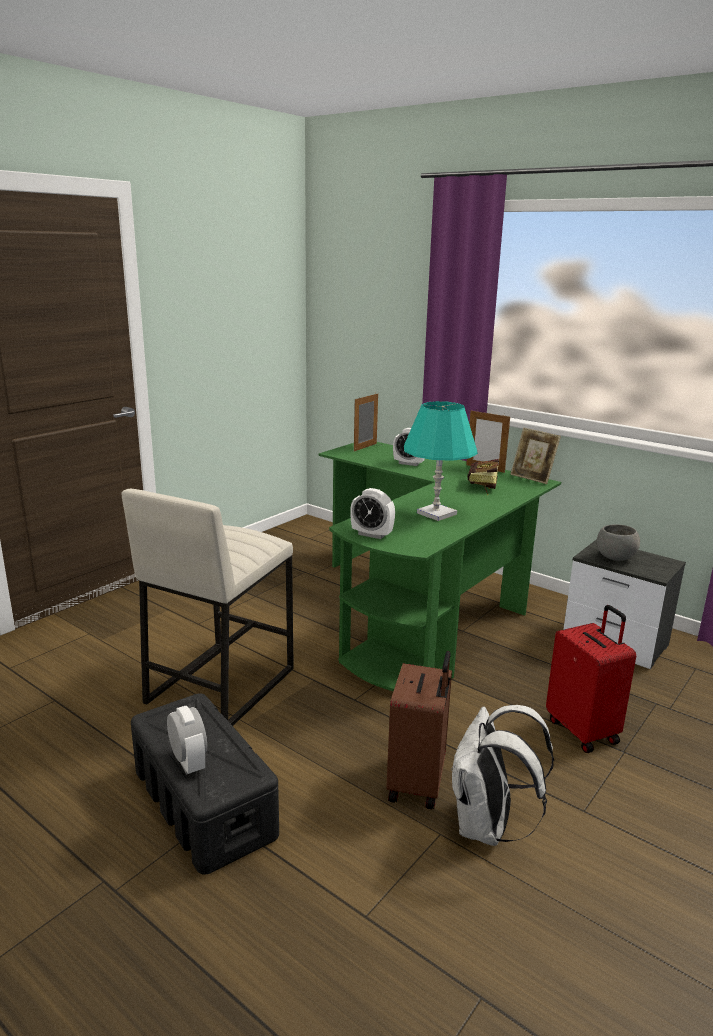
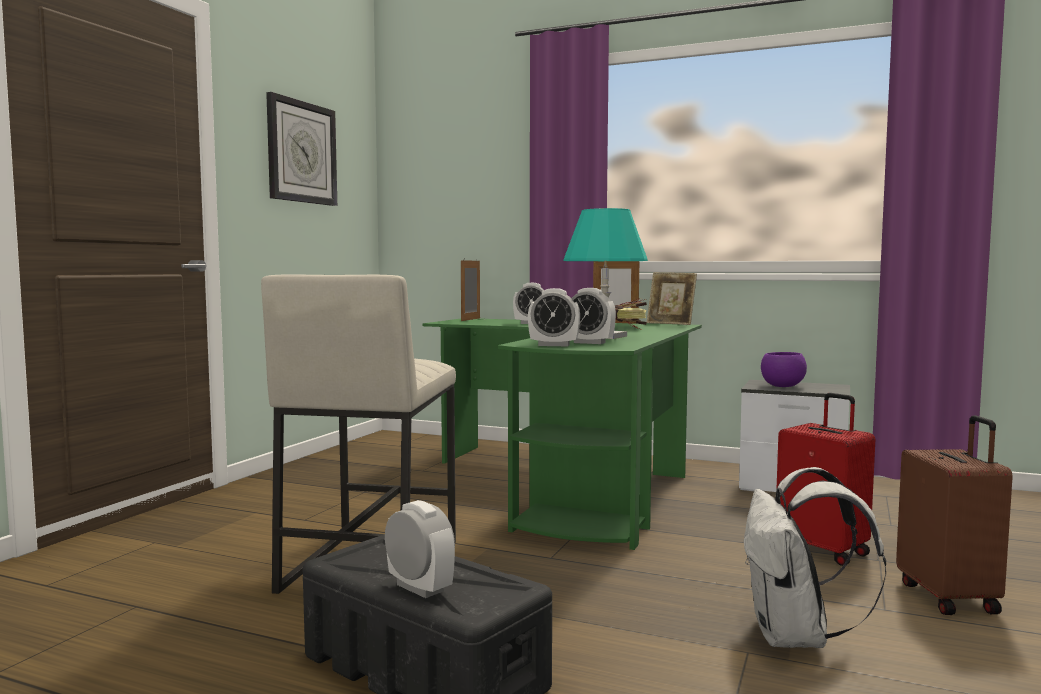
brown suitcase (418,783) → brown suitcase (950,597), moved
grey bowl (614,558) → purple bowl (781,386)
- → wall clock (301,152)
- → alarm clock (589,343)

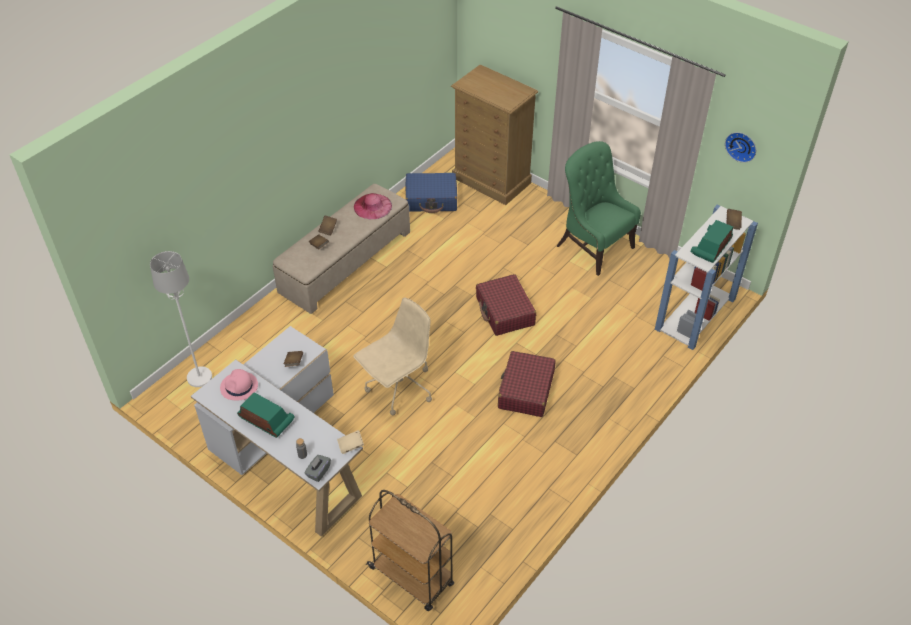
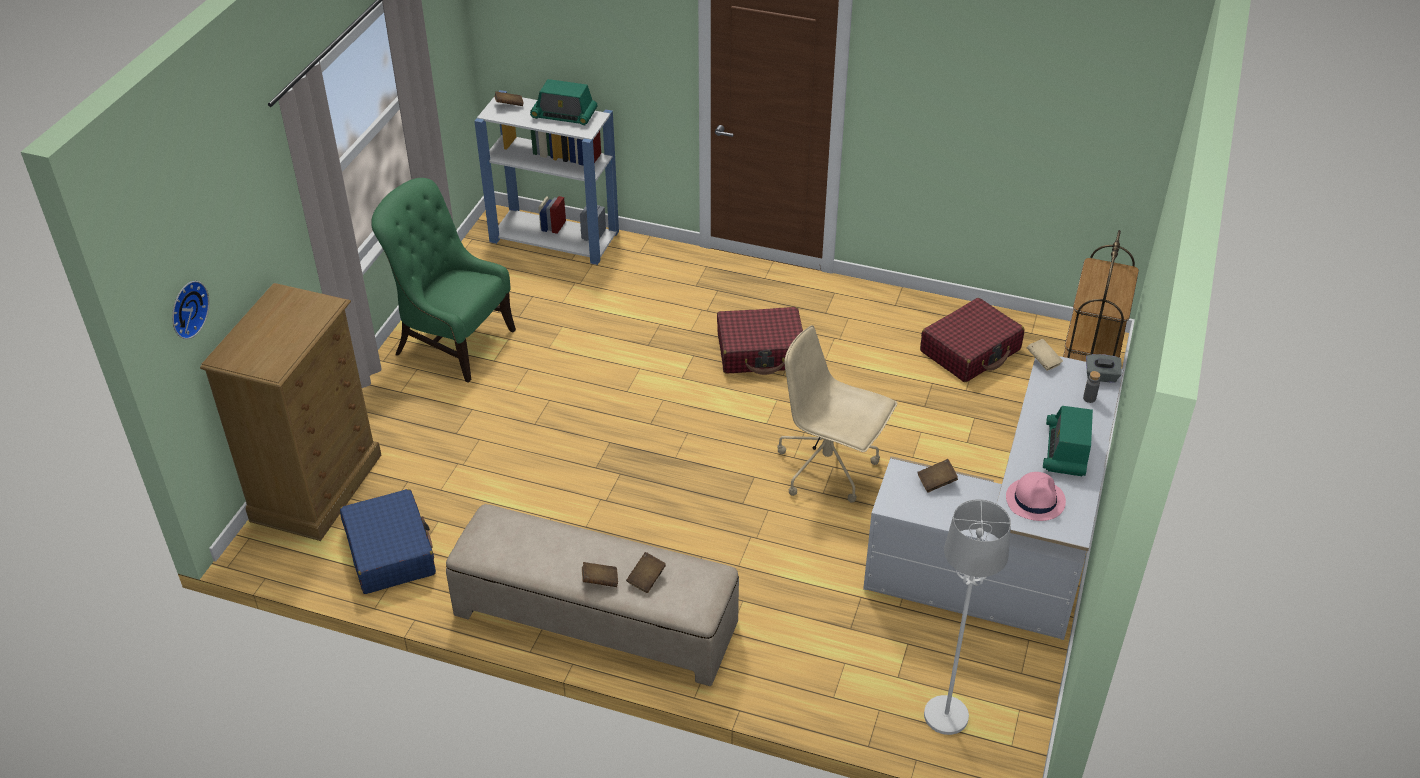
pink hat (372,206) → -
red suitcase (505,312) → red suitcase (970,351), moved
green chair (593,246) → green chair (453,342), 90 degrees clockwise
wall clock (741,146) → wall clock (186,309), moved

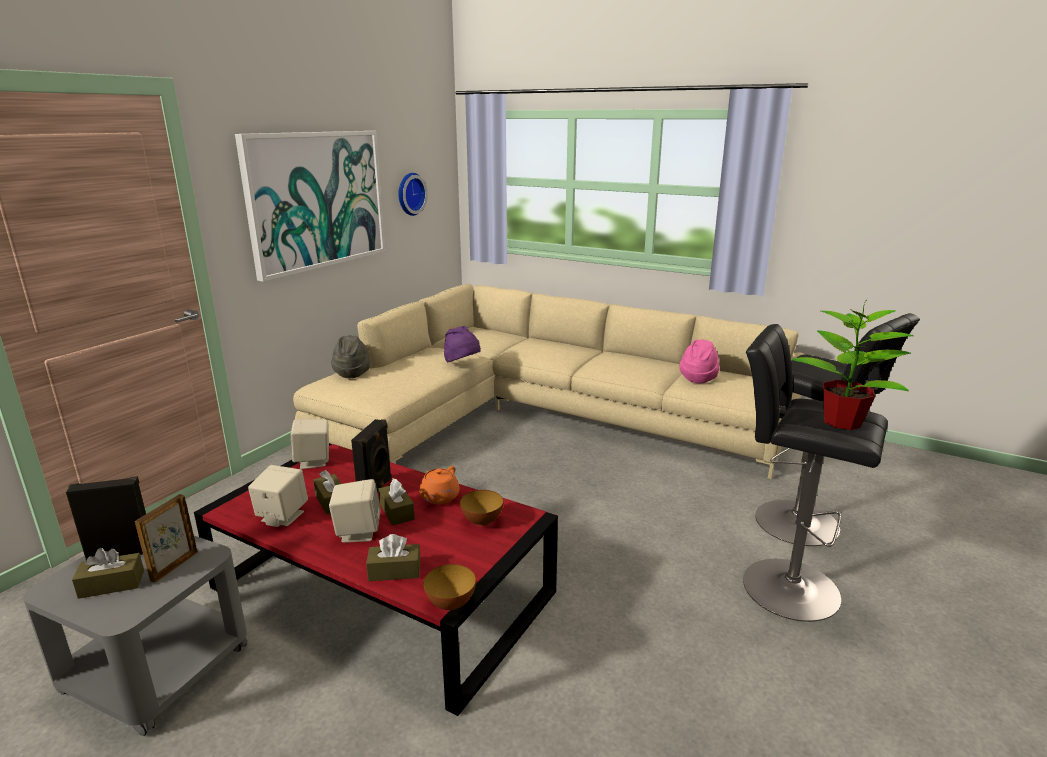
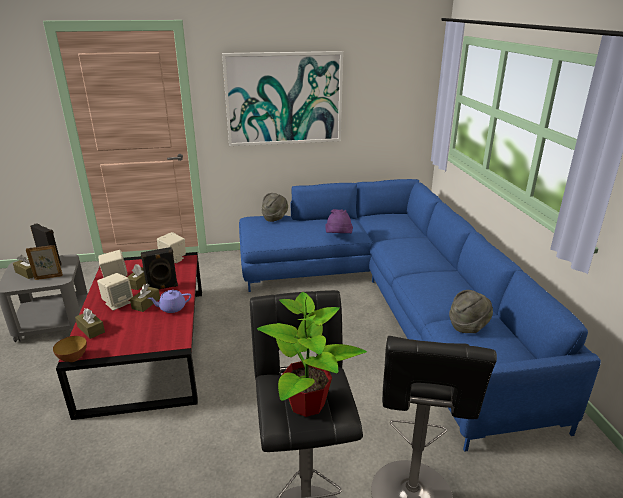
beige sofa (536,417) → blue sofa (387,299)
wall clock (409,194) → -
orange teapot (439,497) → purple teapot (172,308)
bowl (482,521) → -
pink hat (698,378) → grey hat (468,326)

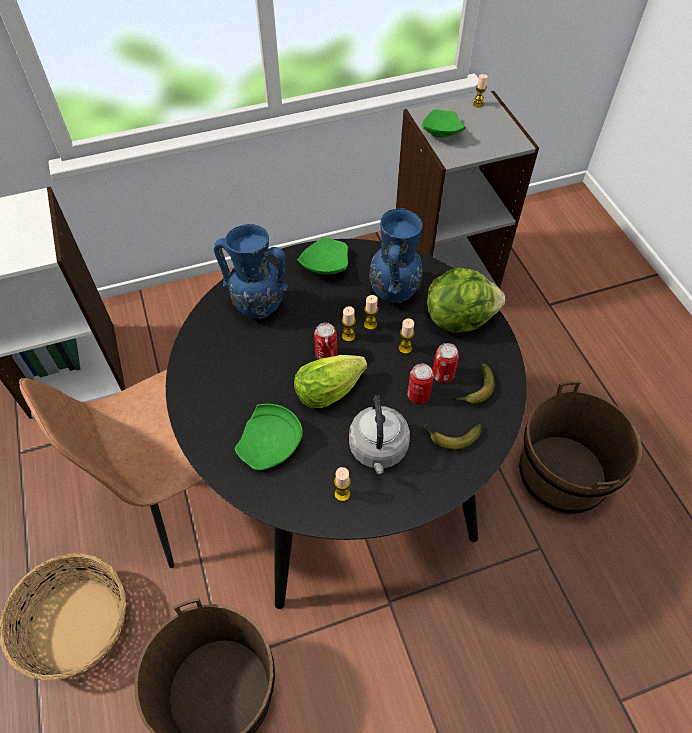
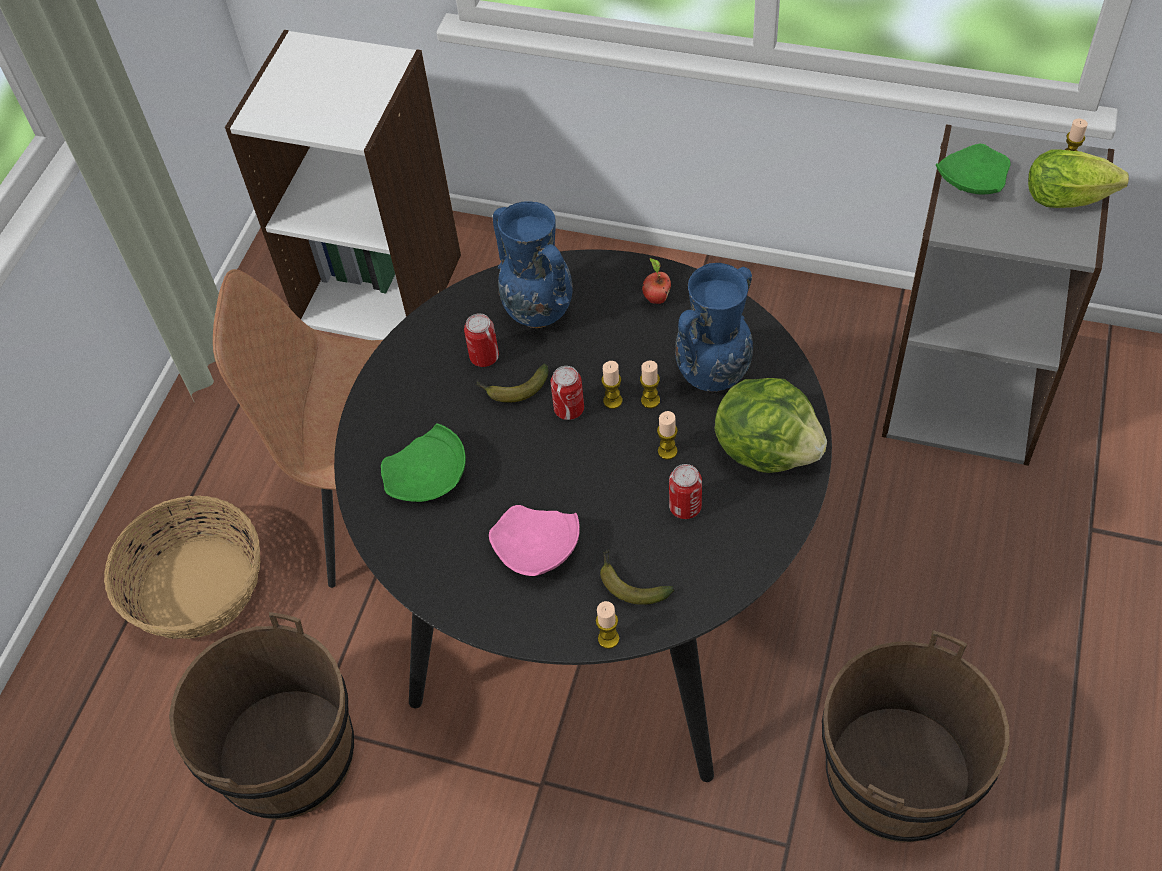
lettuce (332,389) → lettuce (1072,198), moved
green plate (324,266) → apple (656,298)
candle (342,494) → candle (608,639), moved
grey kettle (378,450) → pink plate (536,550)
can (418,395) → can (484,357), moved
banana (474,391) → banana (512,389), moved

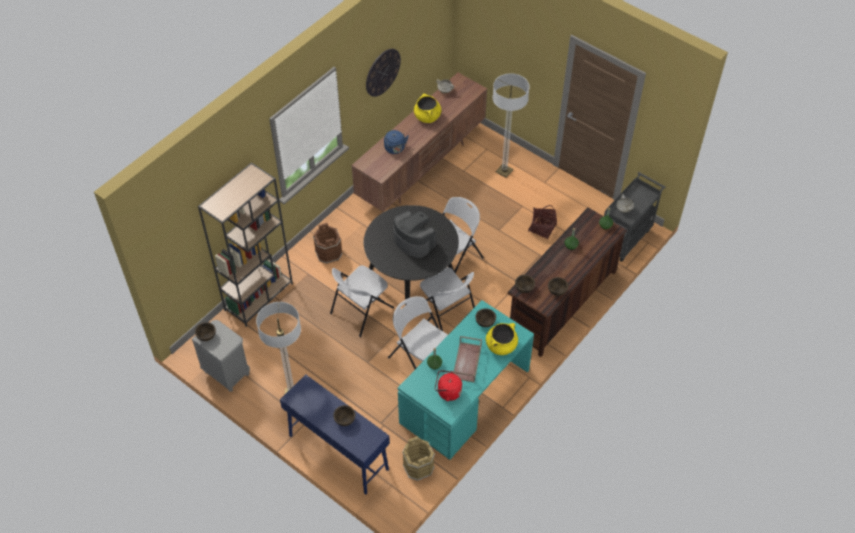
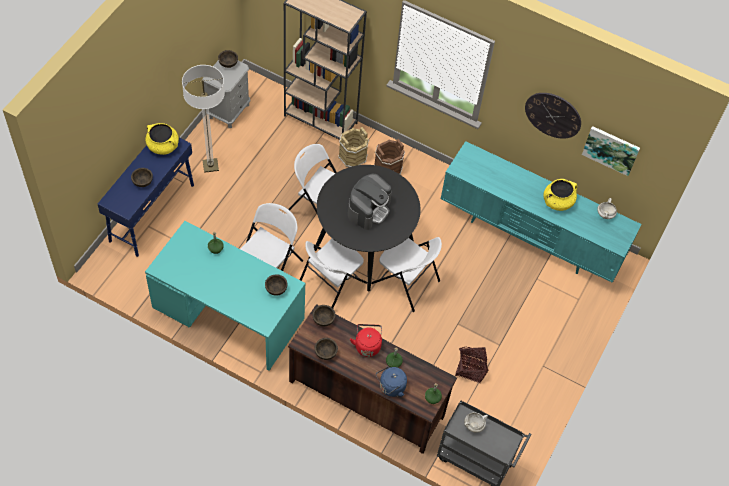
brown cabinet (421,166) → turquoise cabinet (531,236)
blue kettle (395,149) → blue kettle (391,387), moved
brown bucket (418,466) → brown bucket (353,157), moved
red kettle (447,392) → red kettle (367,345), moved
brown tray (467,362) → -
yellow cooking pot (501,345) → yellow cooking pot (163,146), moved
floor lamp (504,171) → -
- → picture (611,149)

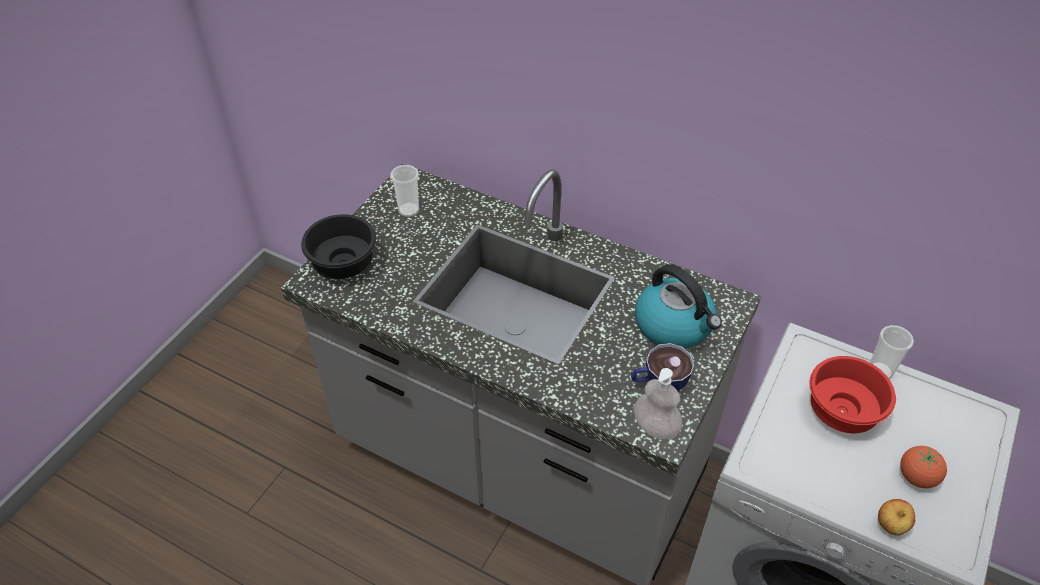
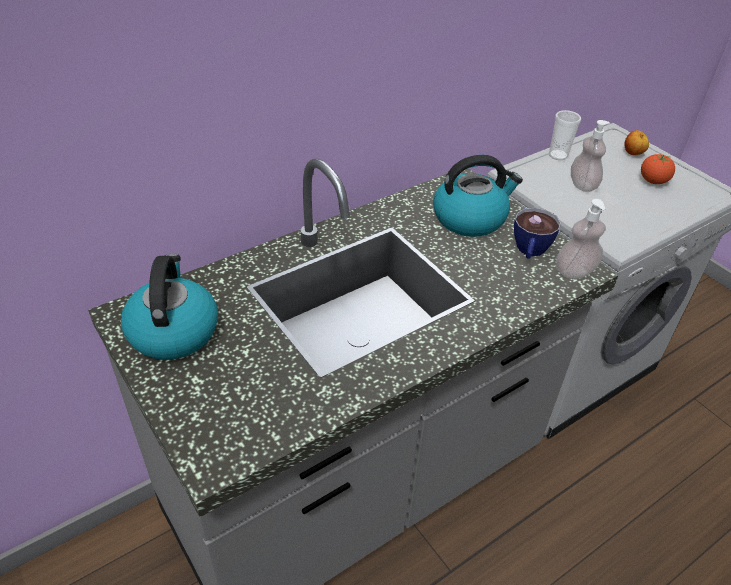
black bowl (341,264) → -
cup (408,210) → kettle (173,330)
red bowl (840,409) → soap dispenser (582,185)
apple (890,526) → apple (633,154), moved

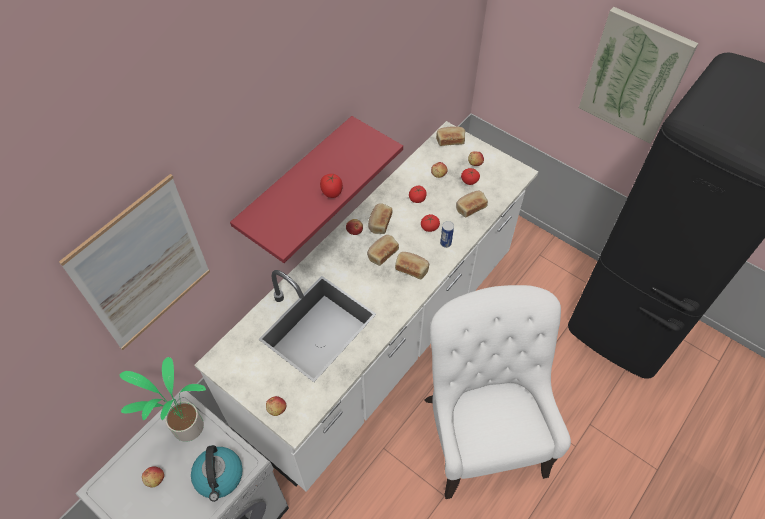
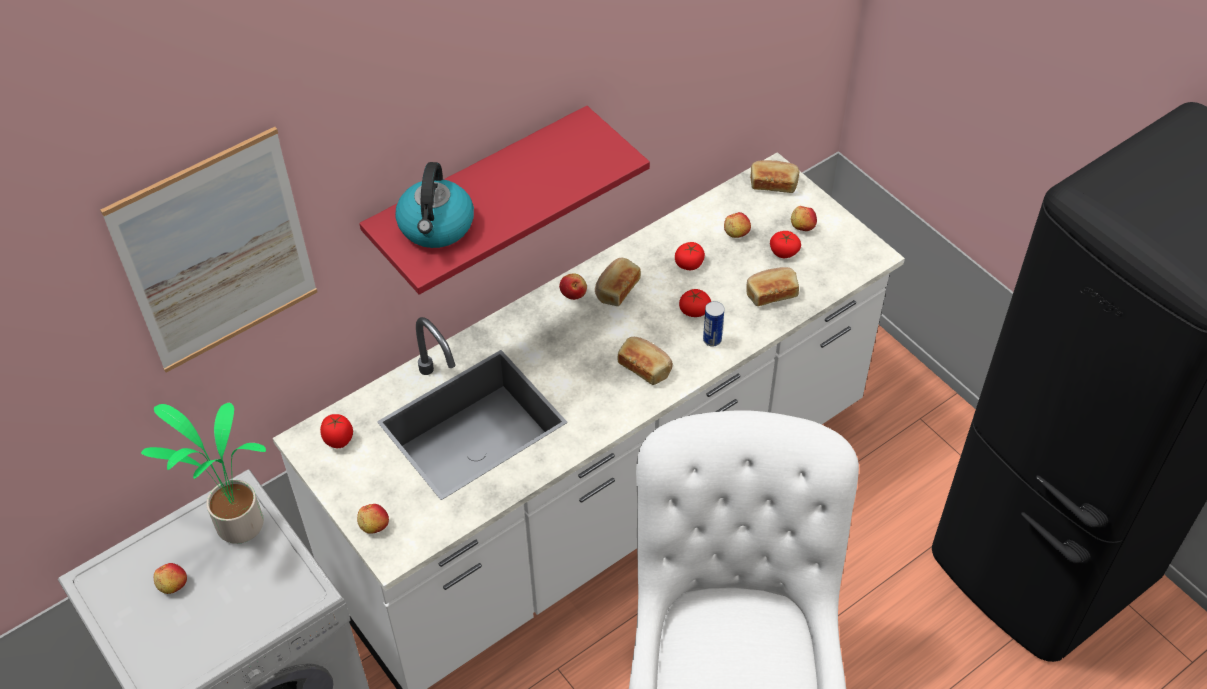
kettle (219,477) → kettle (436,227), moved
tomato (332,193) → tomato (339,440), moved
bread (382,253) → -
picture (634,76) → -

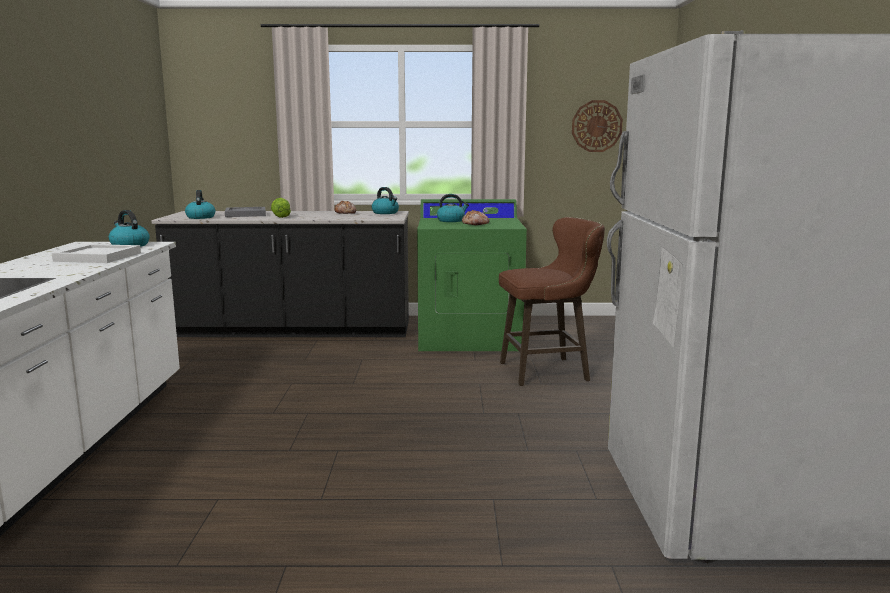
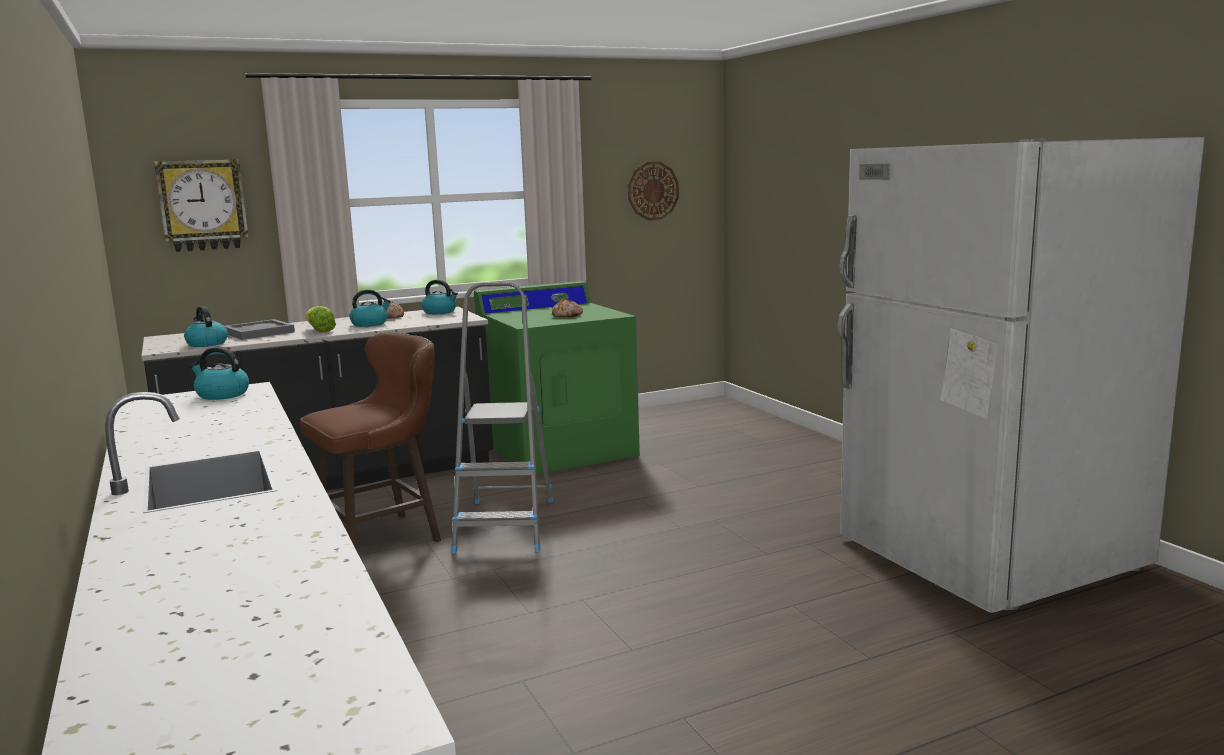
white tray (99,257) → -
kettle (451,220) → kettle (370,324), moved
brown stool (548,371) → brown stool (384,537), moved
- → wall clock (203,205)
- → grey step ladder (505,525)

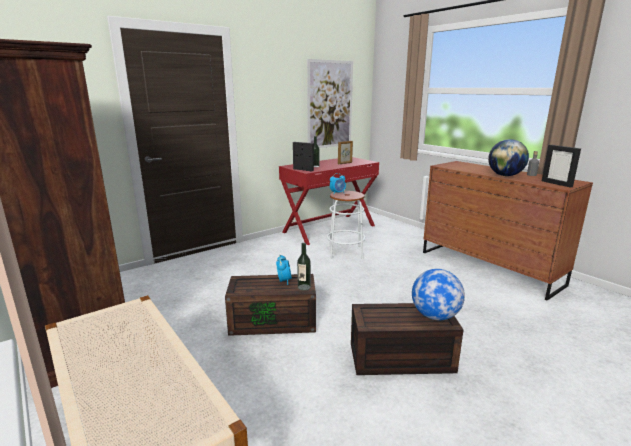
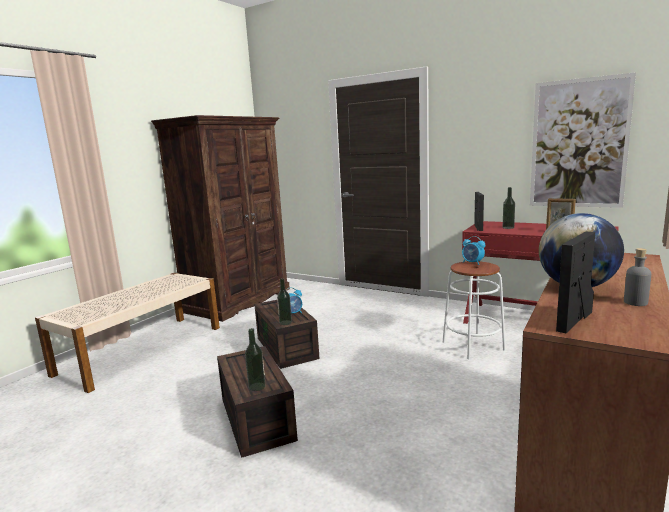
globe (435,316) → bottle (257,386)

